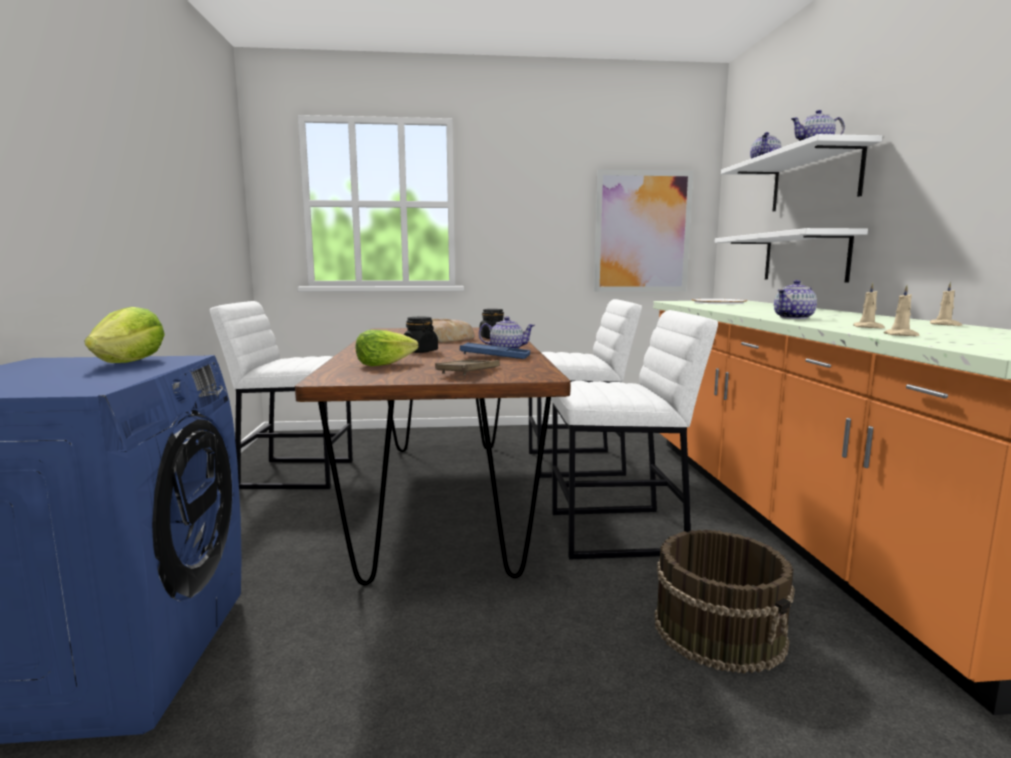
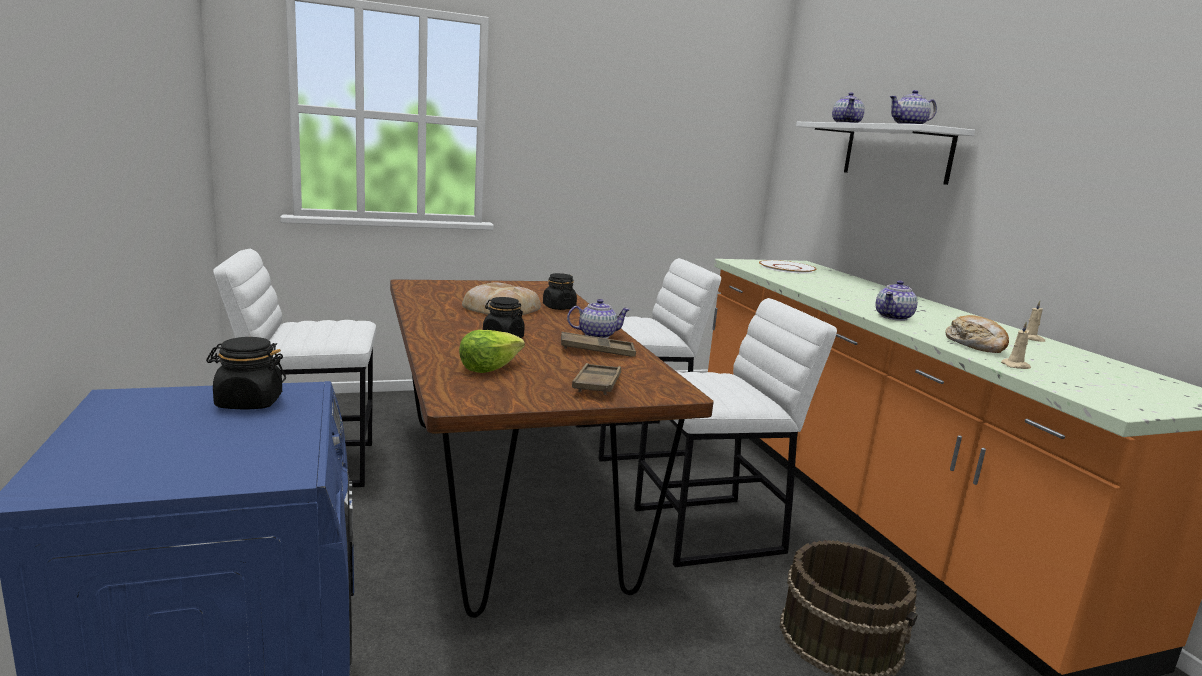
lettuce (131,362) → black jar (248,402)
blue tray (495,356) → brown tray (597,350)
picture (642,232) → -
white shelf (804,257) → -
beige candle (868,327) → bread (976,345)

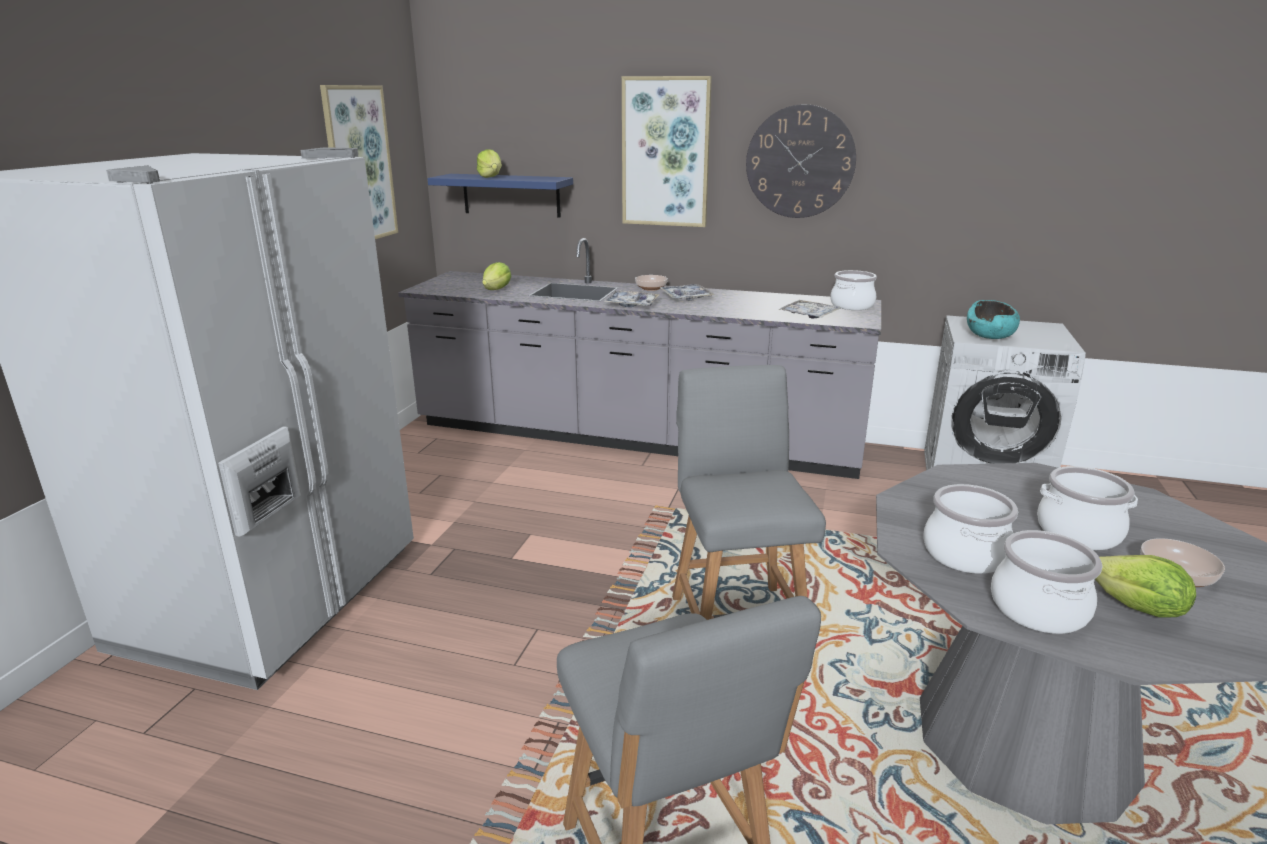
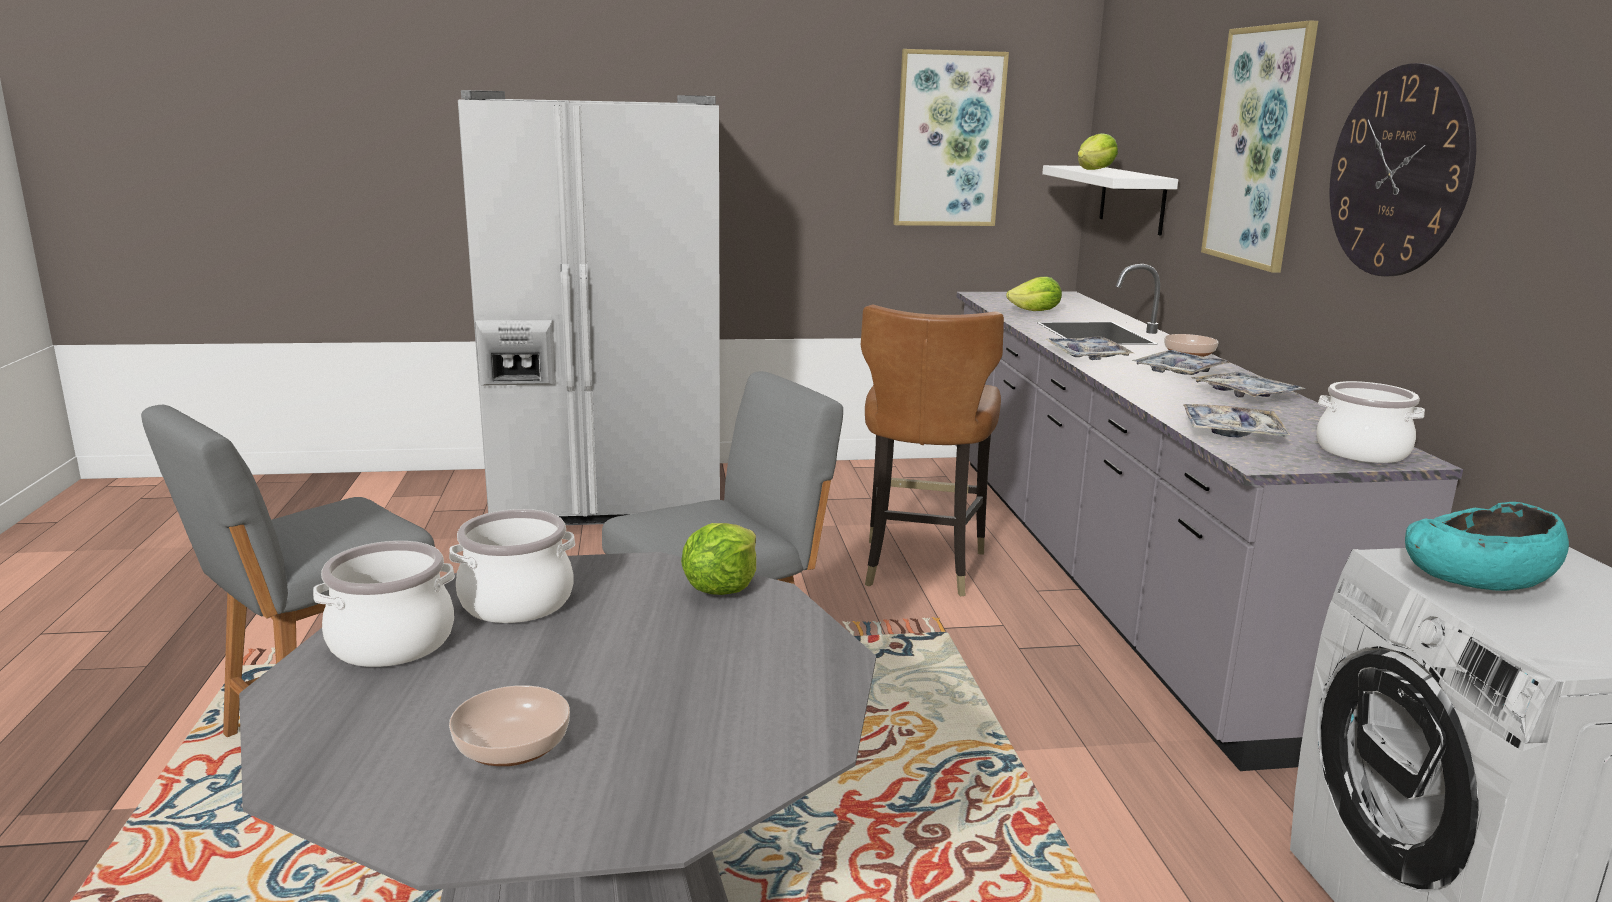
blue shelf (511,195) → white shelf (1132,199)
cooking pot (1078,533) → -
lettuce (1137,608) → lettuce (721,588), moved
- → brown chair (920,566)
- → tray (1245,394)

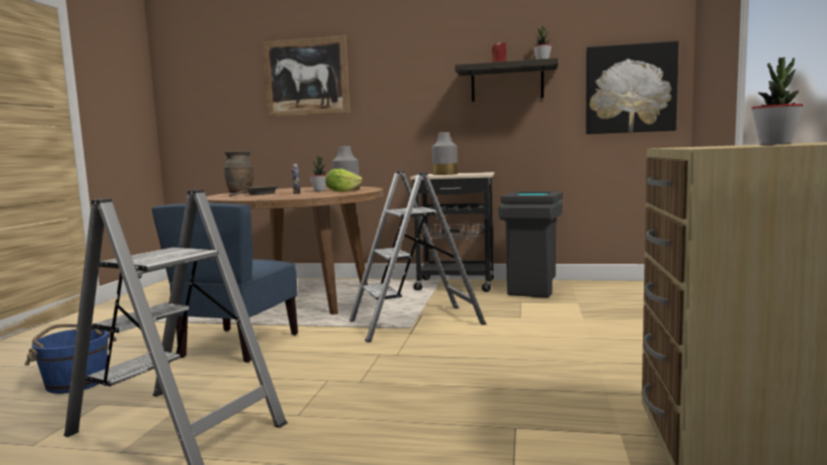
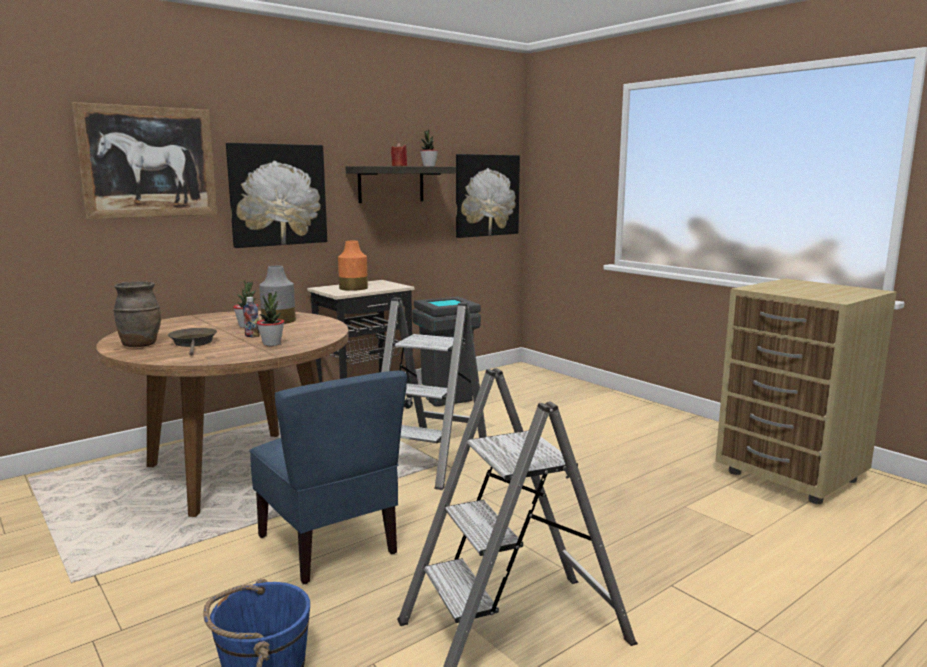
lettuce (342,191) → -
grey vase (445,174) → orange vase (353,288)
potted plant (775,144) → potted plant (272,344), moved
- → picture (277,195)

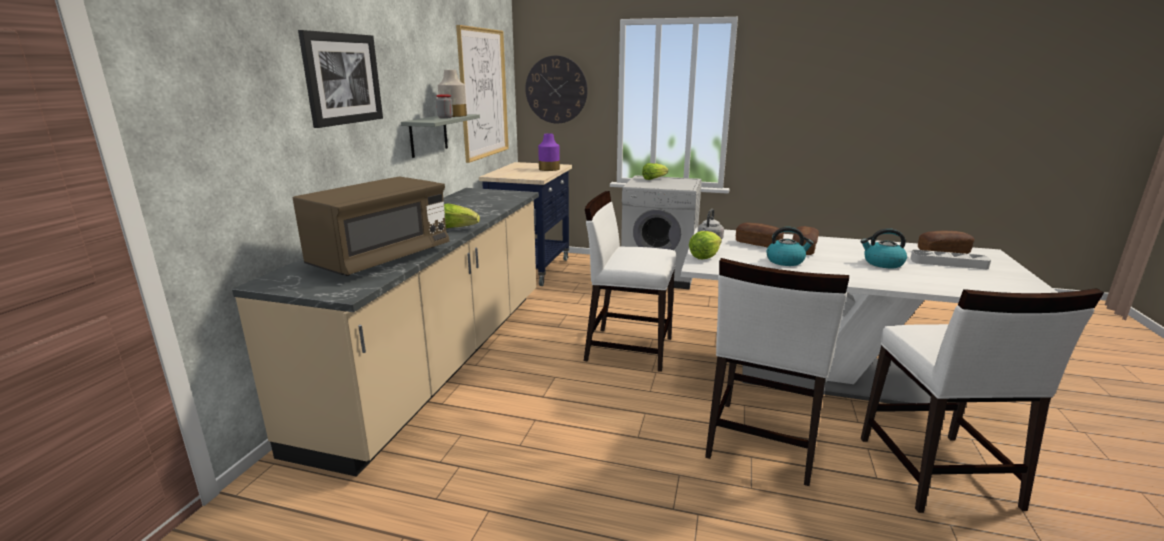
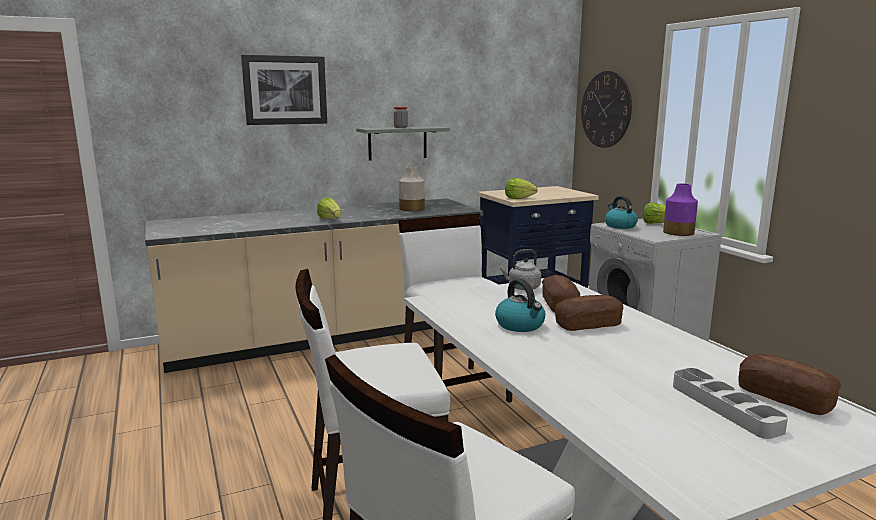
brown microwave (381,258) → -
beige vase (453,115) → beige vase (412,209), moved
picture (483,94) → -
purple vase (549,169) → purple vase (678,232), moved
lettuce (704,256) → lettuce (518,198), moved
kettle (882,263) → kettle (619,226), moved

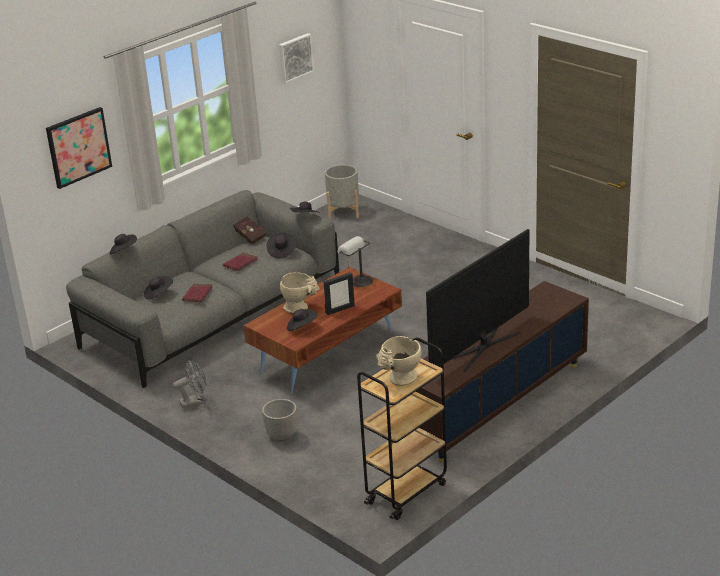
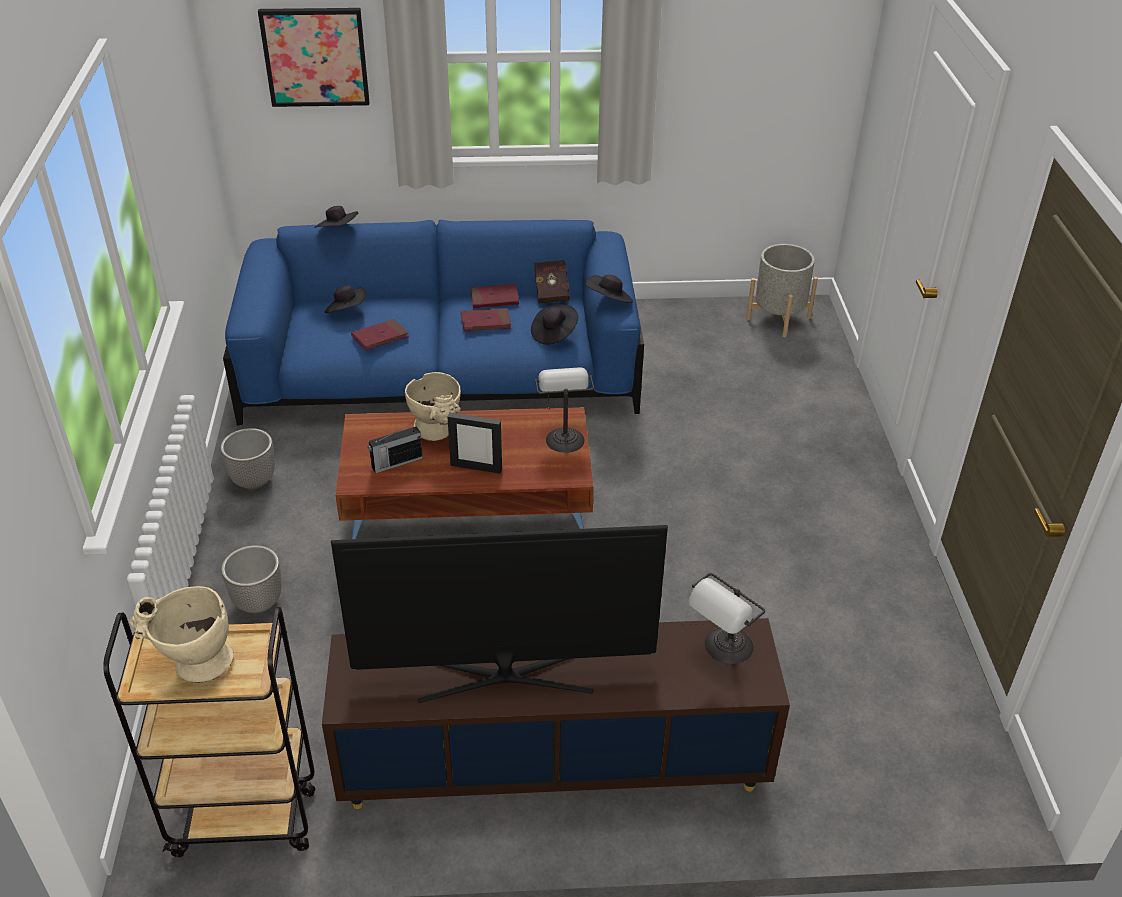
grey sofa (211,312) → blue sofa (442,368)
grey fan (194,401) → planter (253,480)
picture (295,57) → -
black hat (301,327) → radio (396,463)
- → red book (494,299)
- → table lamp (723,651)

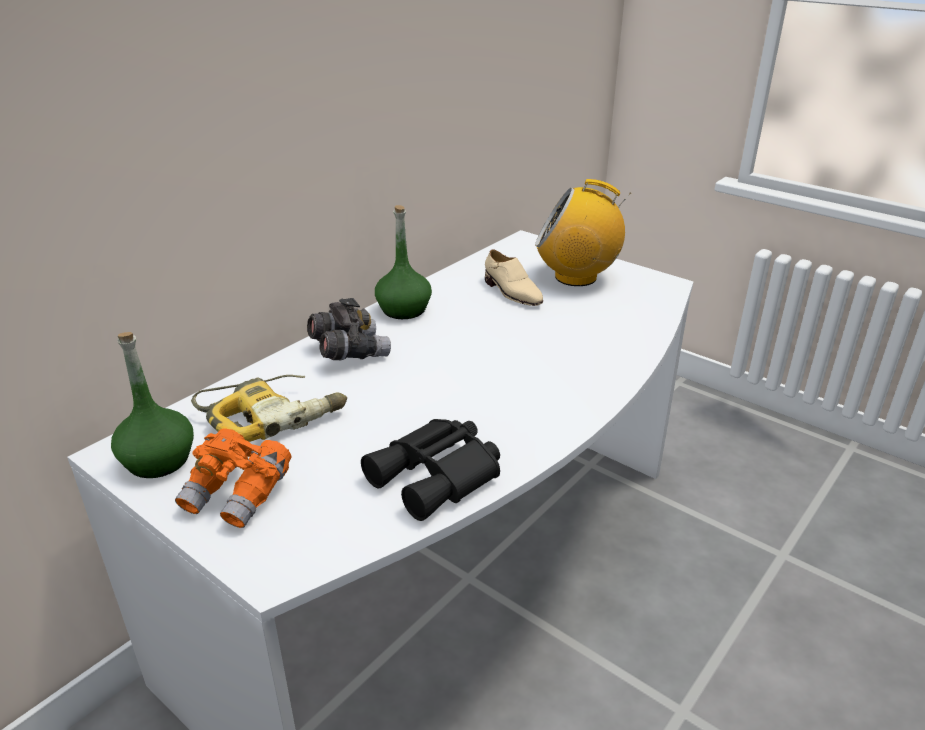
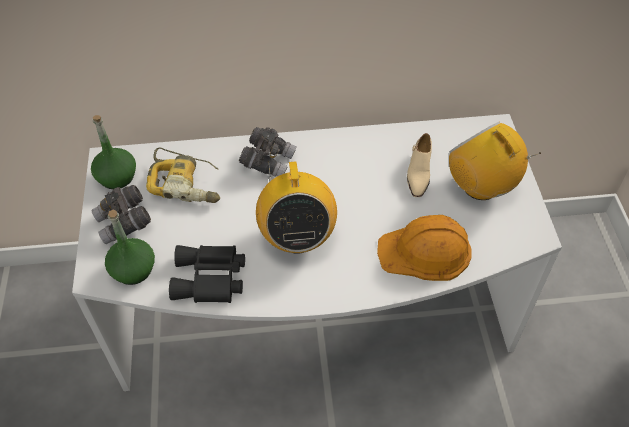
orange binoculars (239,495) → grey binoculars (124,223)
green bottle (404,309) → green bottle (133,270), moved
- → radio (297,237)
- → orange hard hat (425,252)

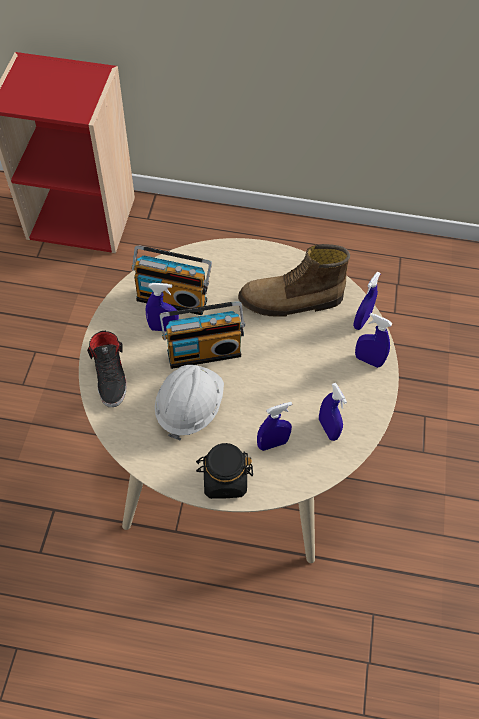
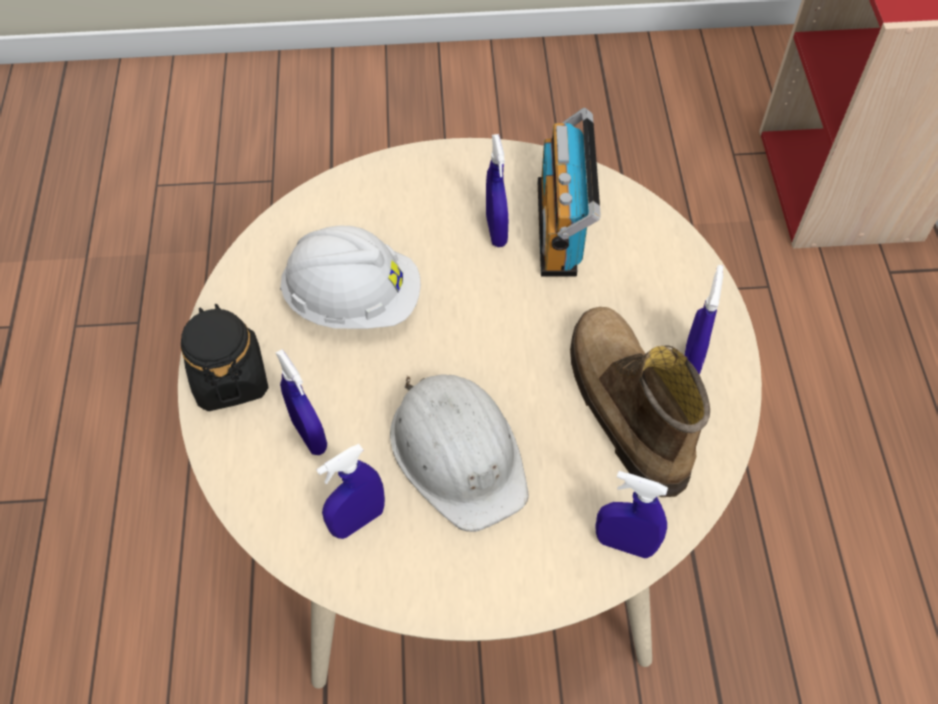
black shoe (111,375) → -
radio (203,351) → -
blue spray bottle (368,360) → blue spray bottle (691,363), moved
- → white hard hat (458,452)

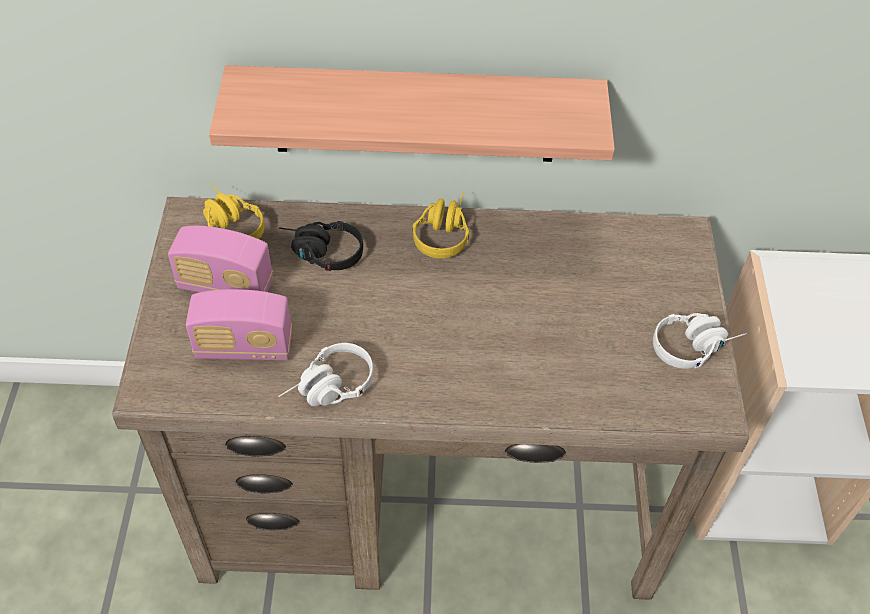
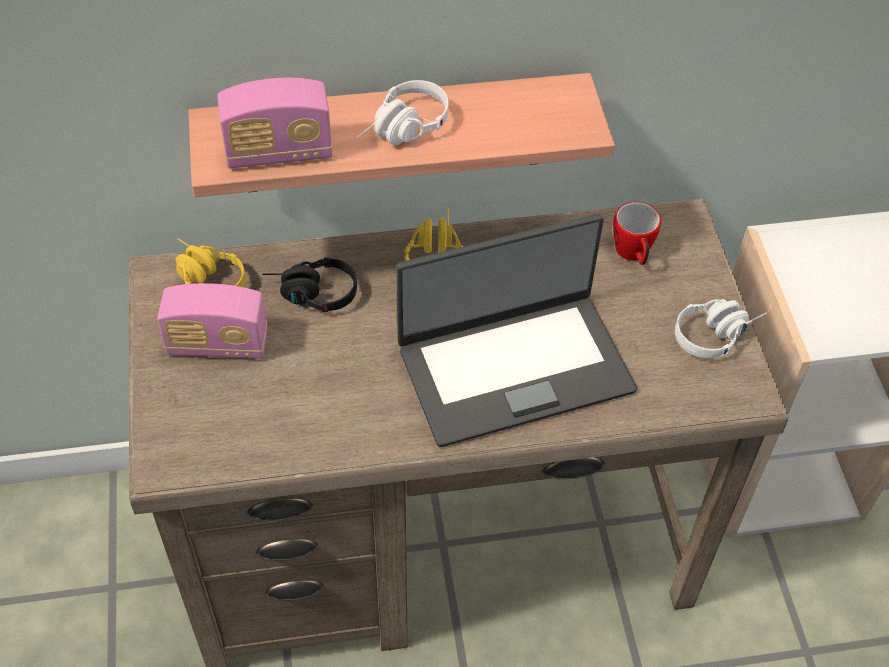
radio (244,347) → radio (279,152), moved
white headphones (328,389) → white headphones (403,130), moved
- → laptop (514,367)
- → mug (633,254)

